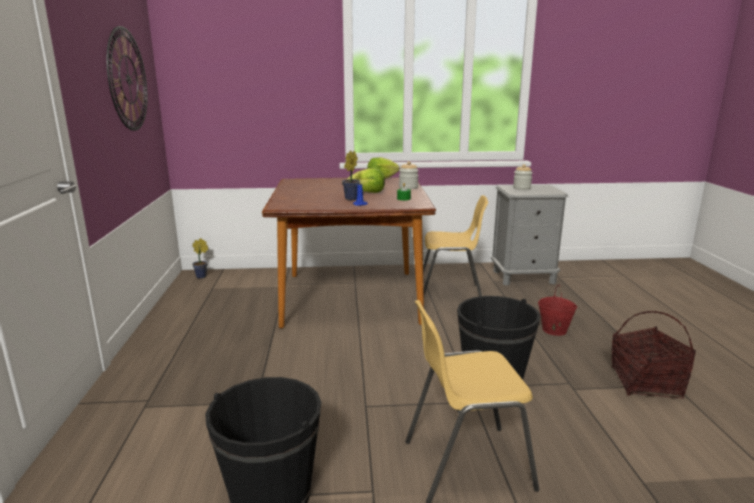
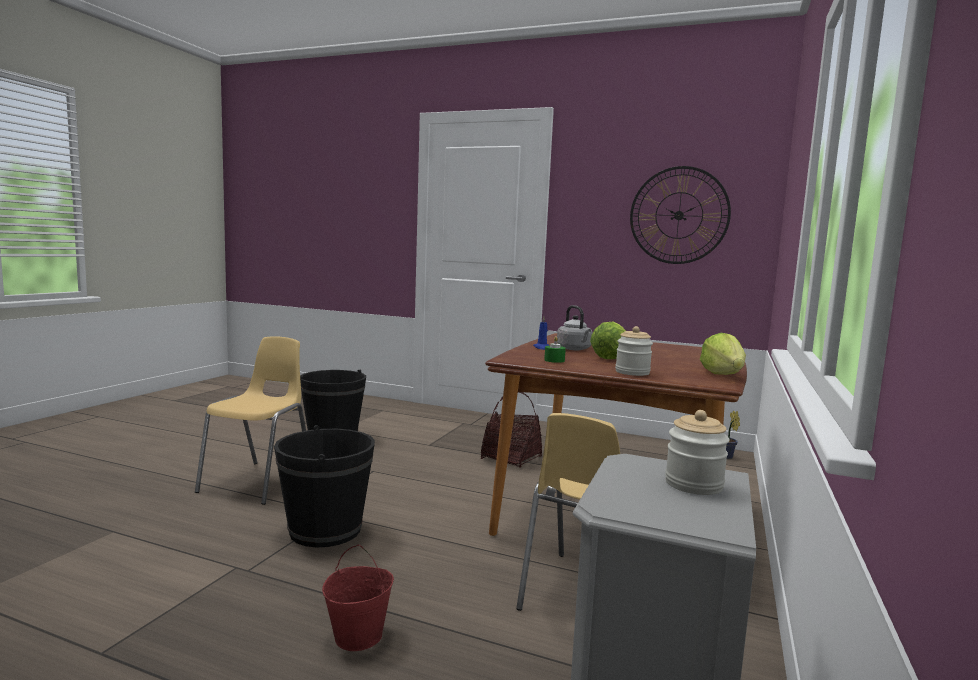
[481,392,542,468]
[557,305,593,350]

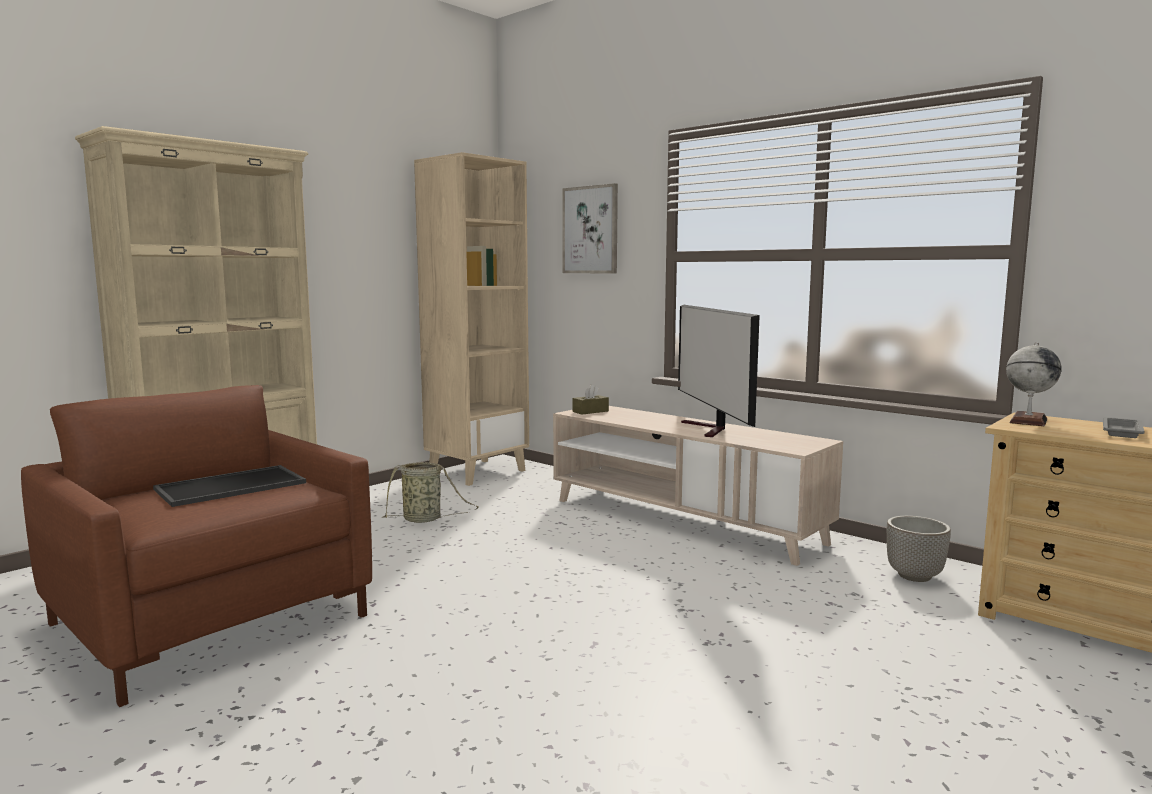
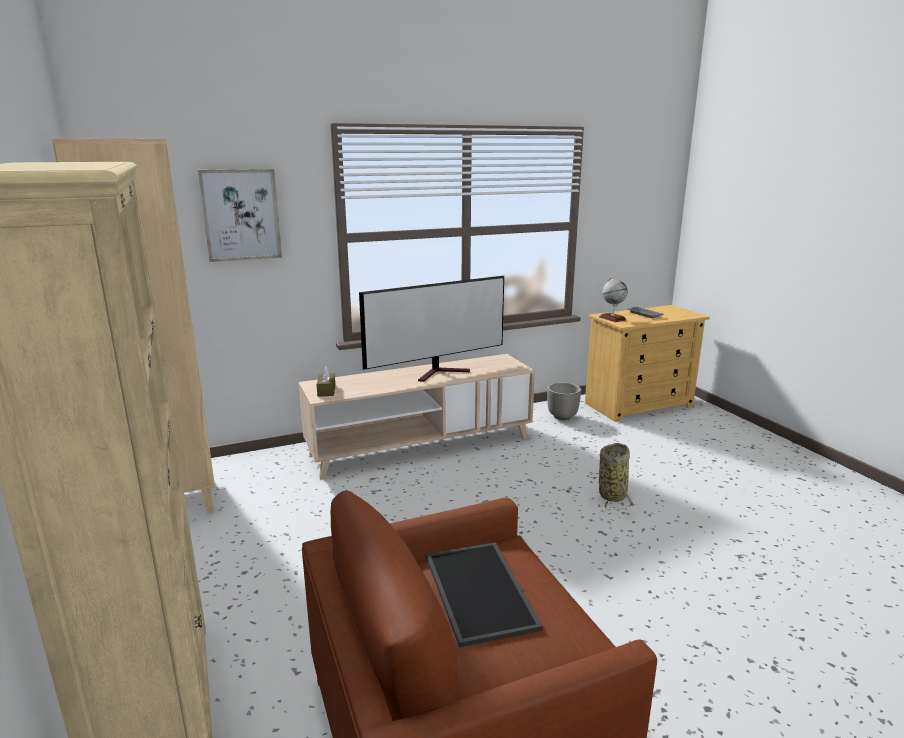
[359,276,504,382]
[599,443,634,510]

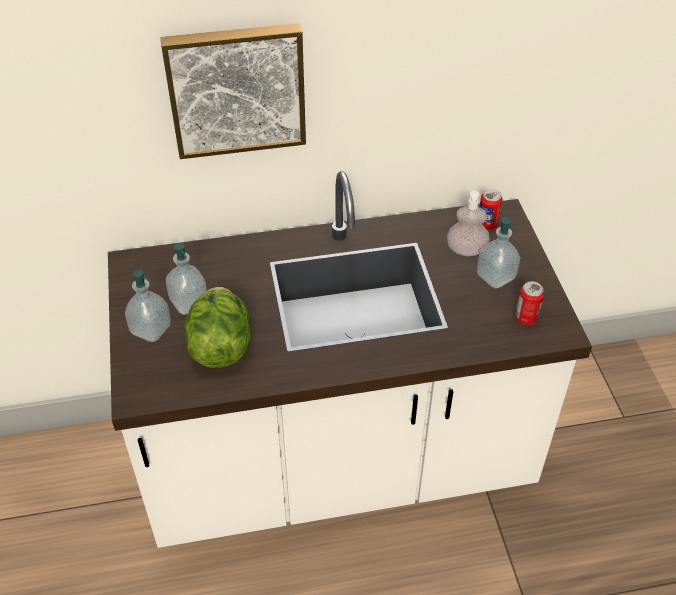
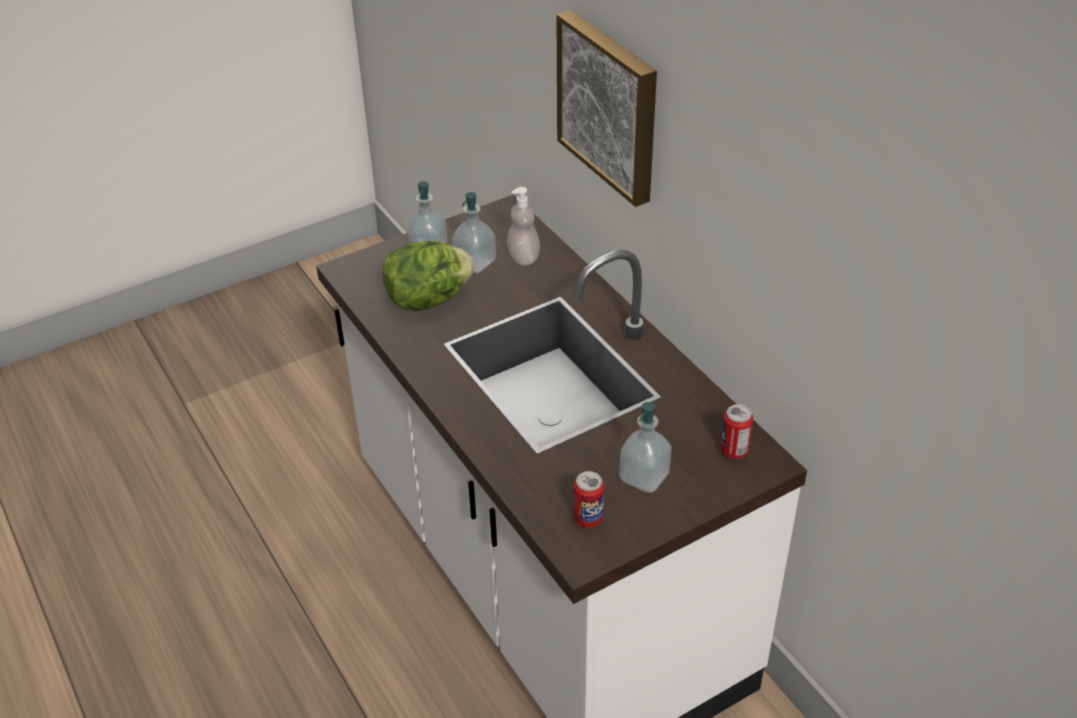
[507,187,540,266]

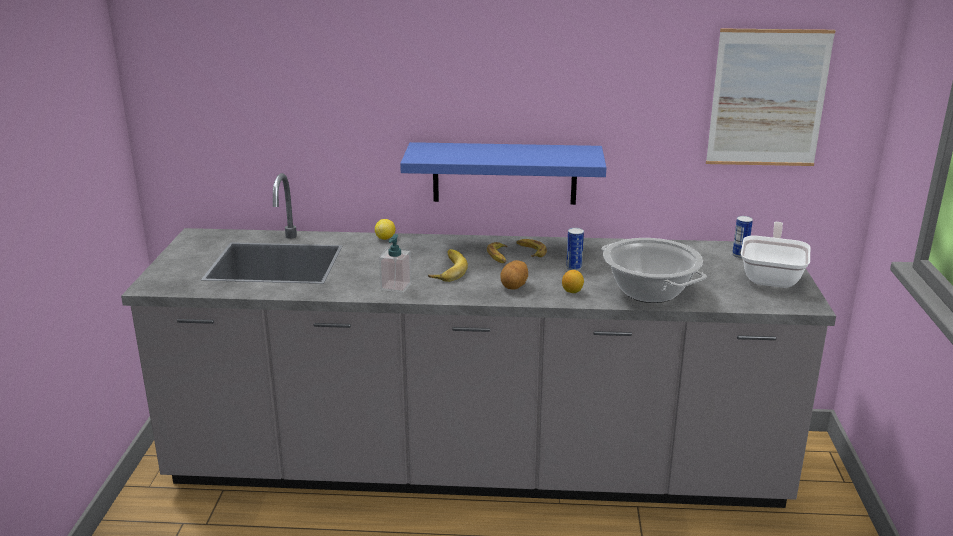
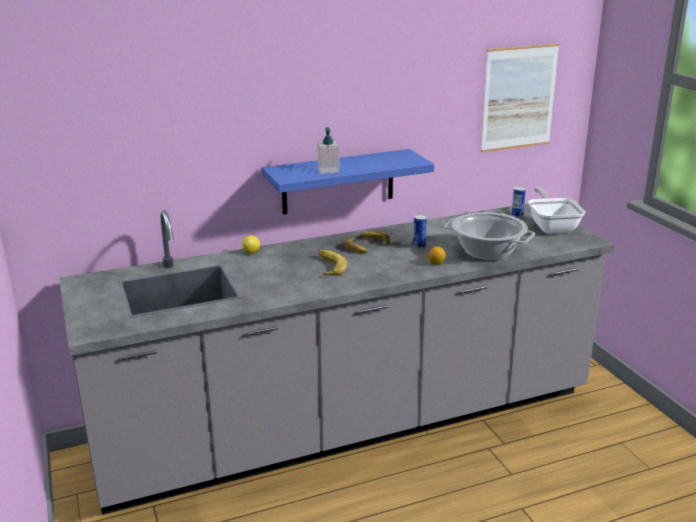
[317,127,340,174]
[500,260,528,290] (first image)

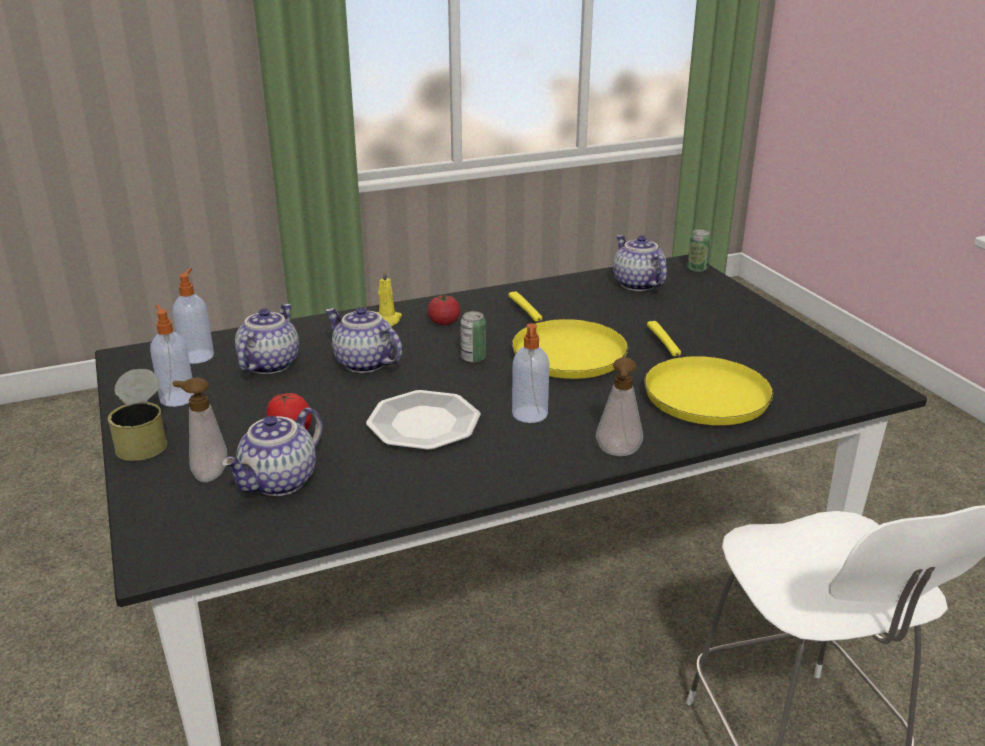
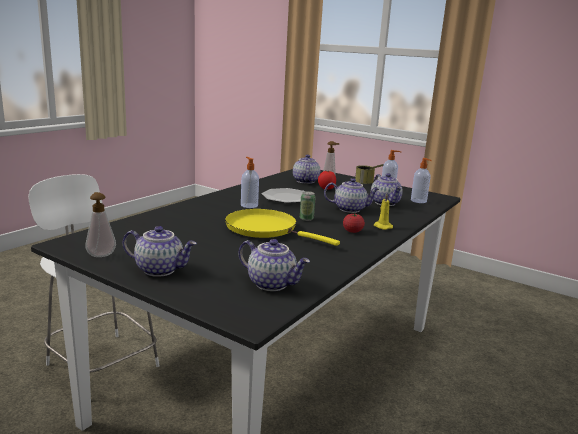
[85,192,116,257]
[123,226,197,277]
[644,321,773,425] (first image)
[687,229,712,272] (first image)

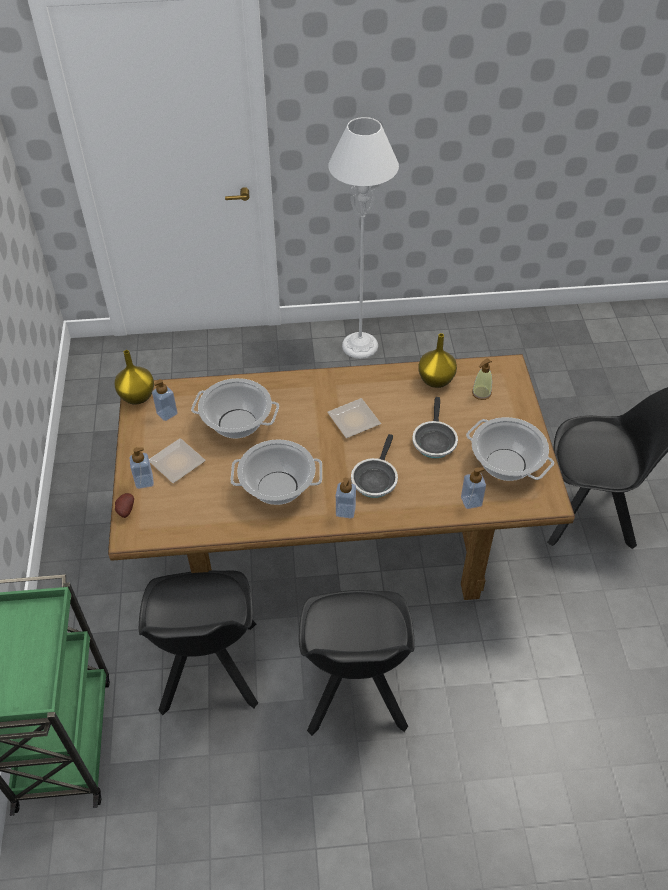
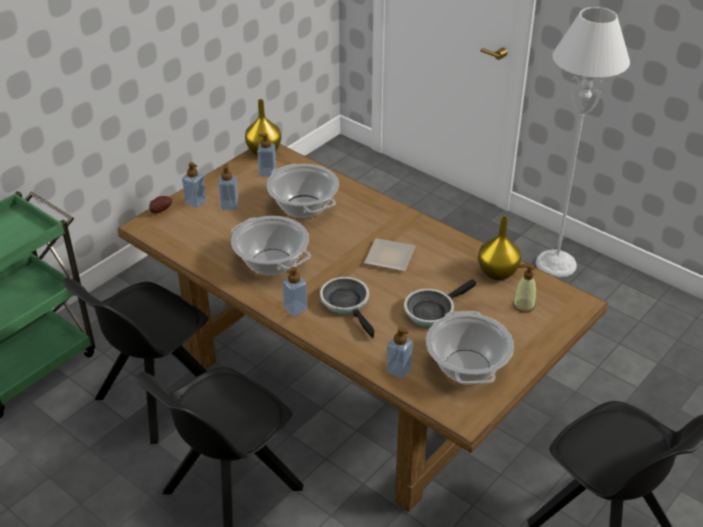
[218,163,238,210]
[320,277,375,338]

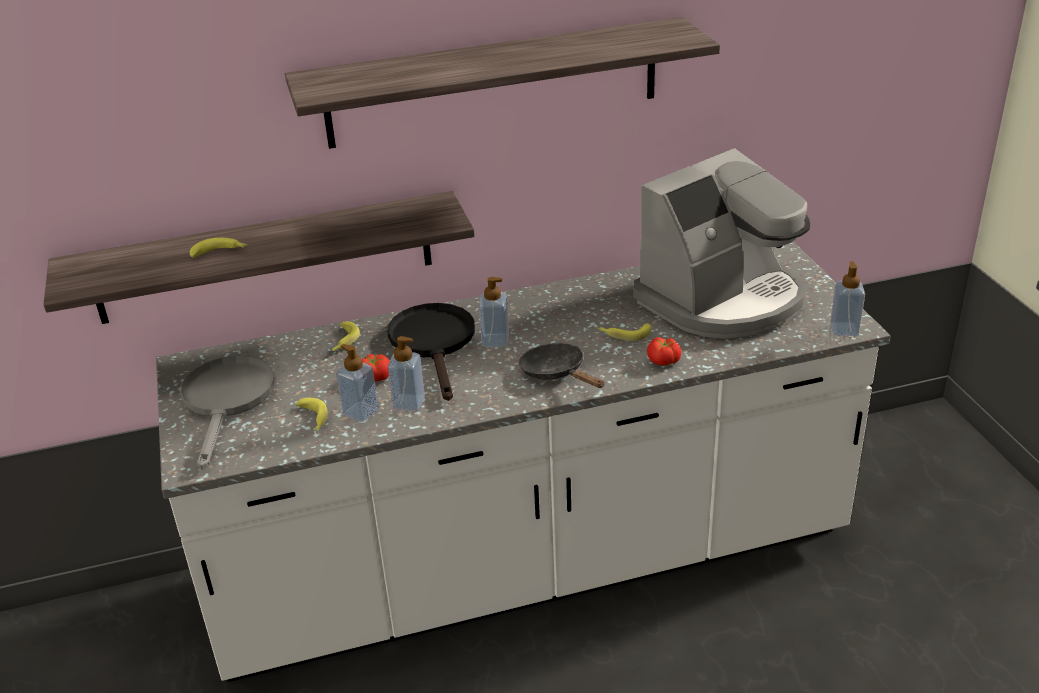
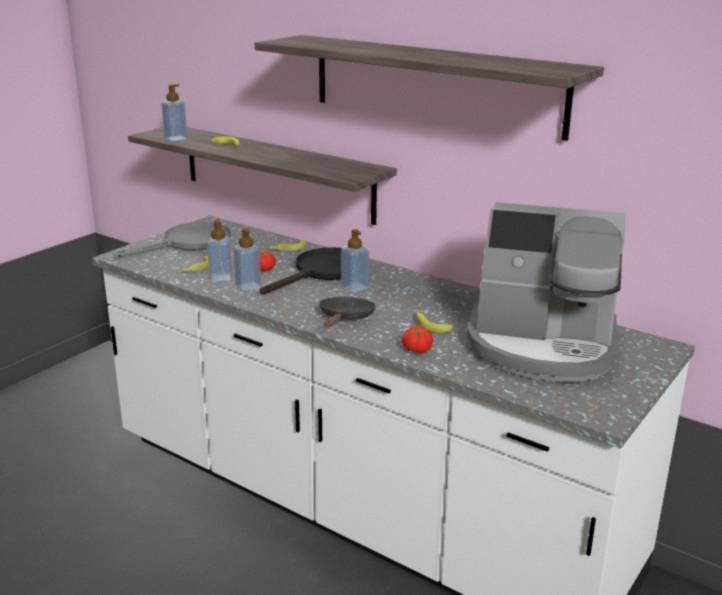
[161,84,187,141]

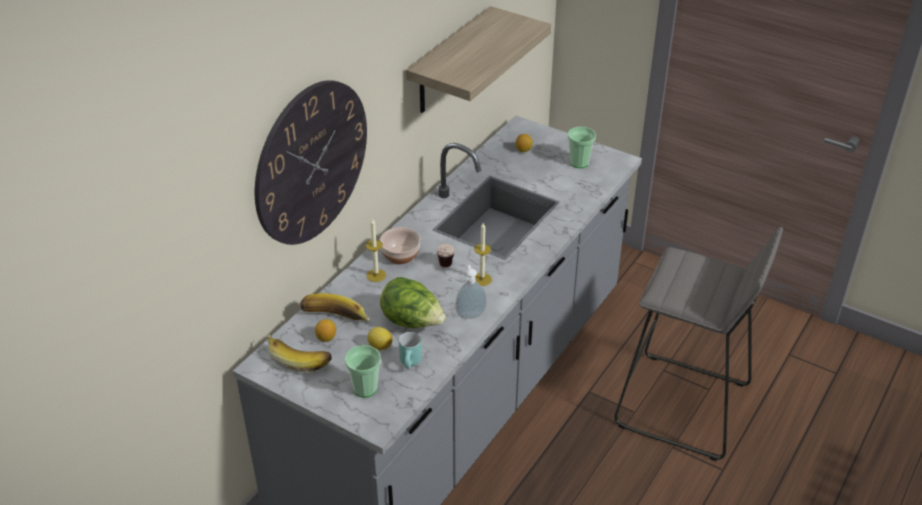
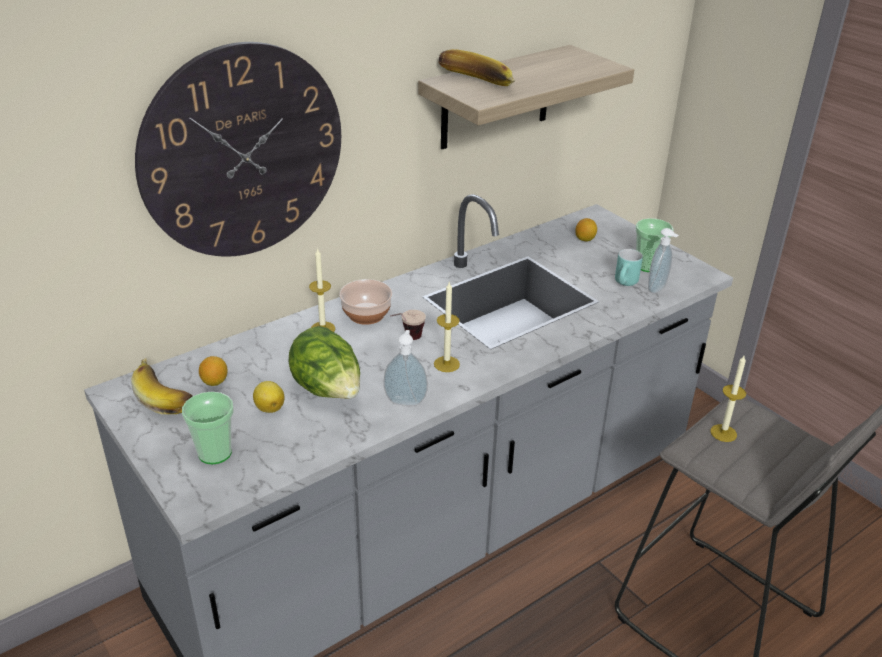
[438,49,516,86]
[615,249,643,286]
[648,228,679,294]
[710,356,746,442]

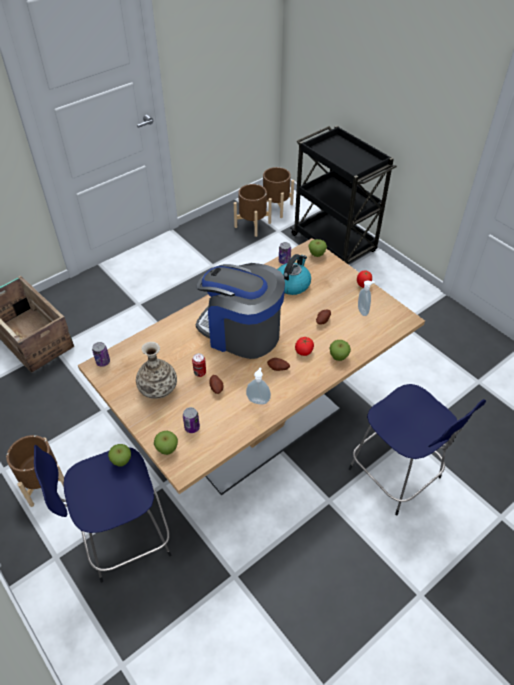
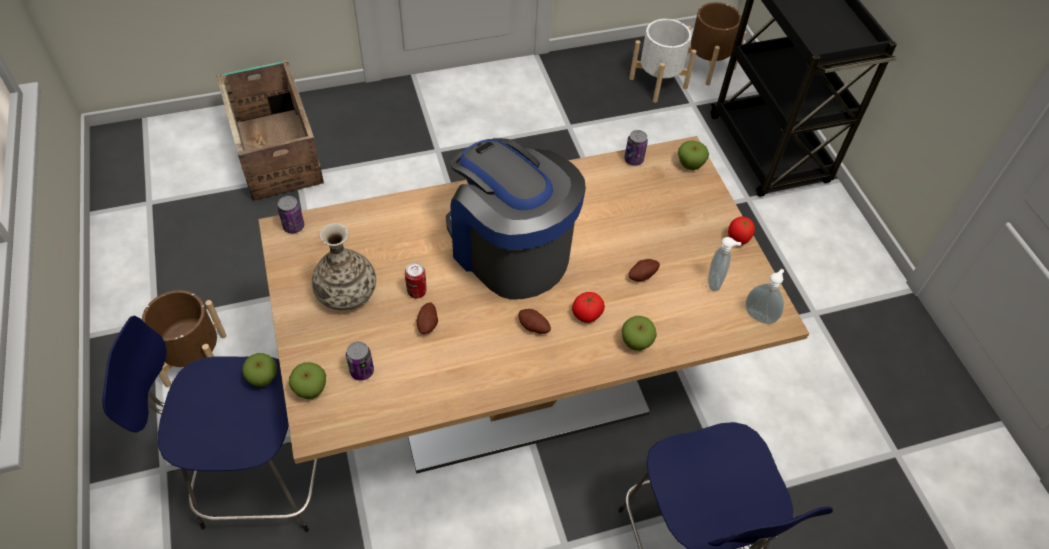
[629,19,697,103]
[746,269,784,324]
[277,254,311,295] (first image)

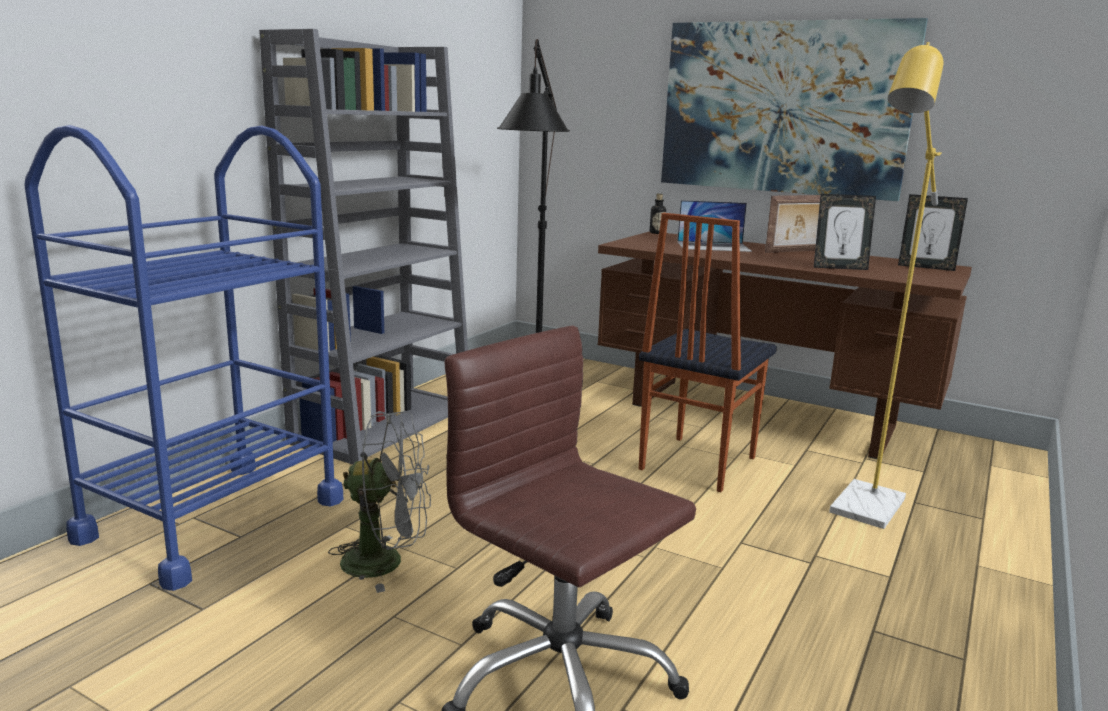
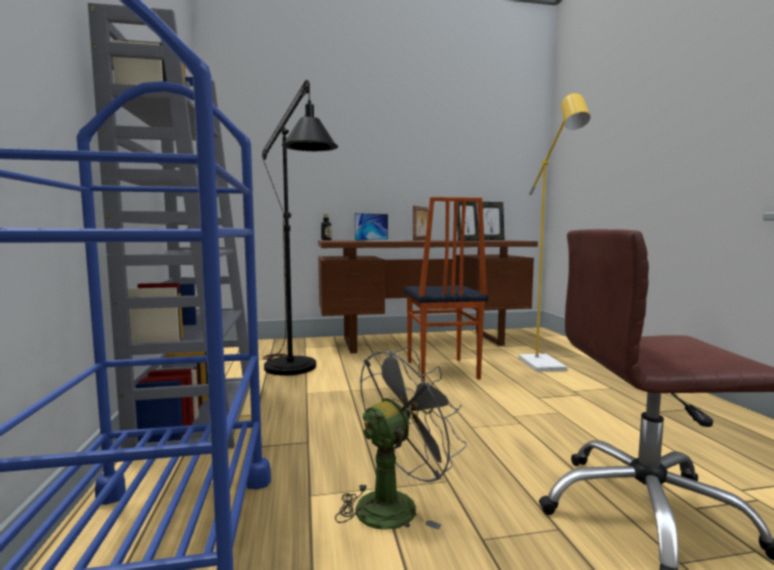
[661,18,928,201] (first image)

